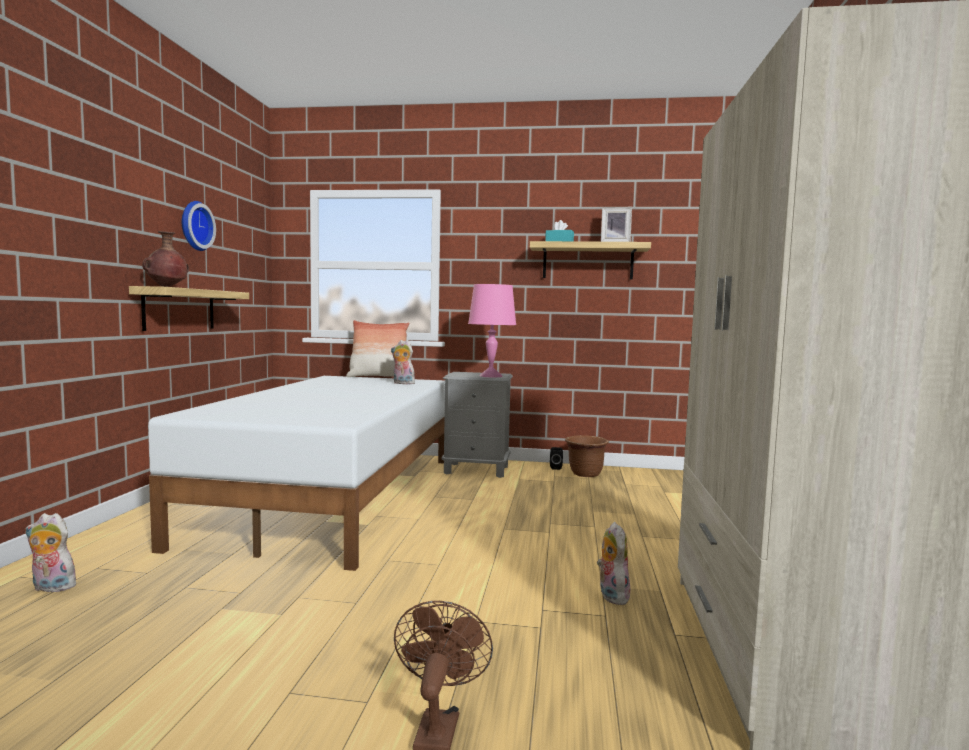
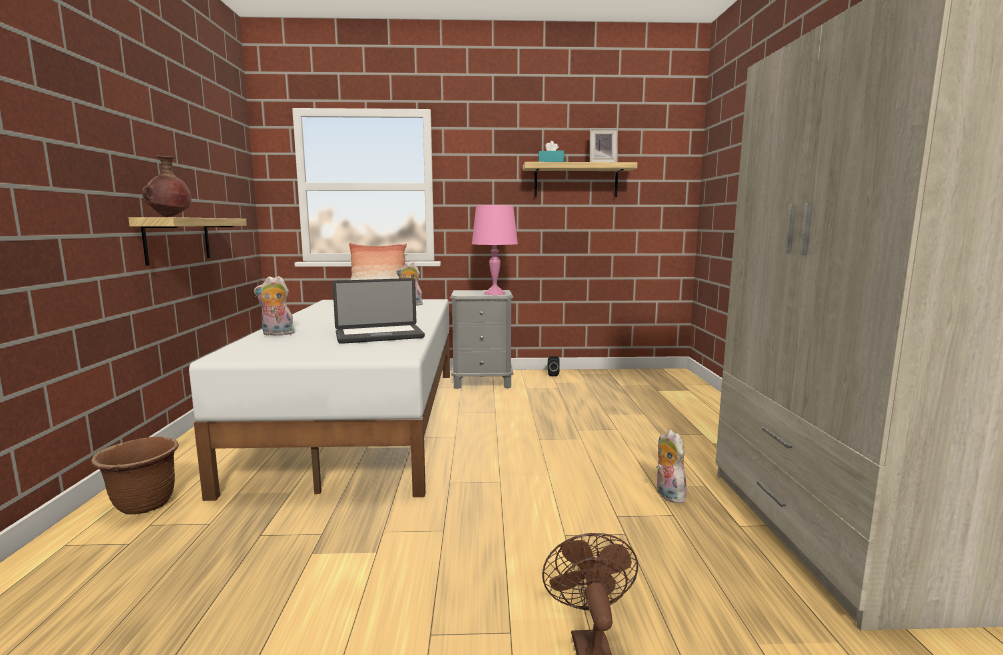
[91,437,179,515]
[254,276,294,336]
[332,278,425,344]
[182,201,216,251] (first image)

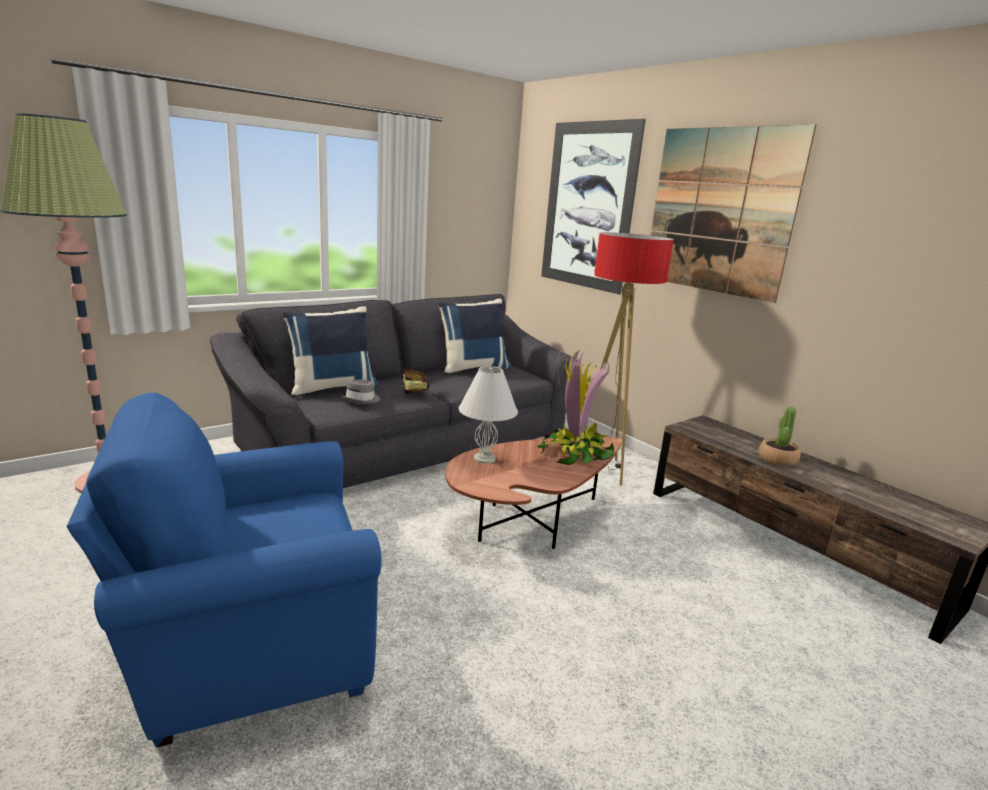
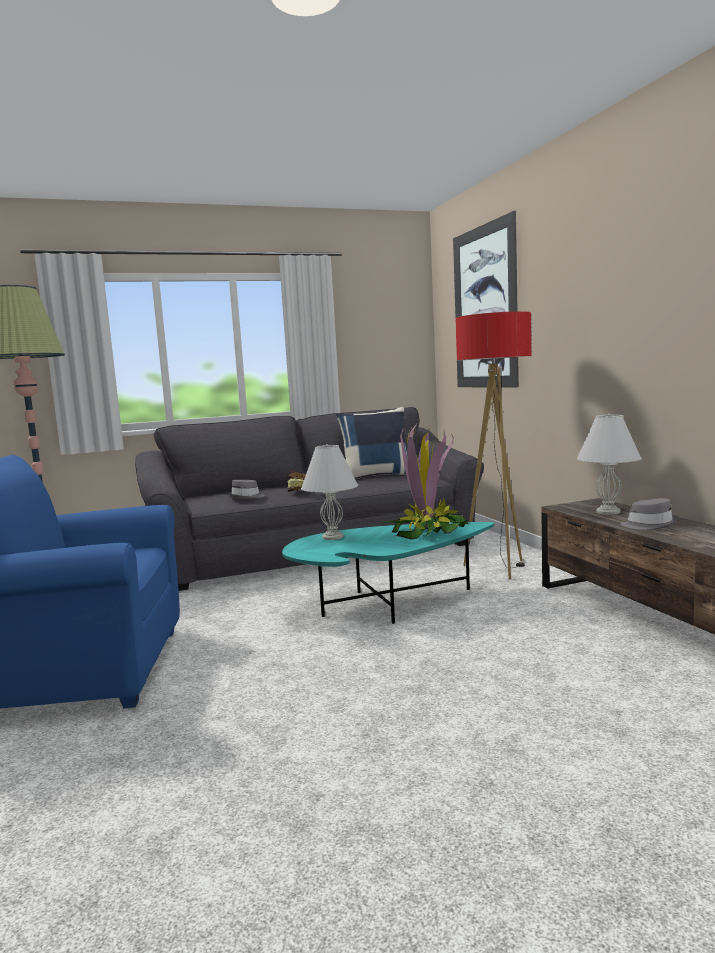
[282,522,494,624]
[577,413,642,515]
[621,498,678,530]
[282,306,379,397] (first image)
[651,124,817,303] (first image)

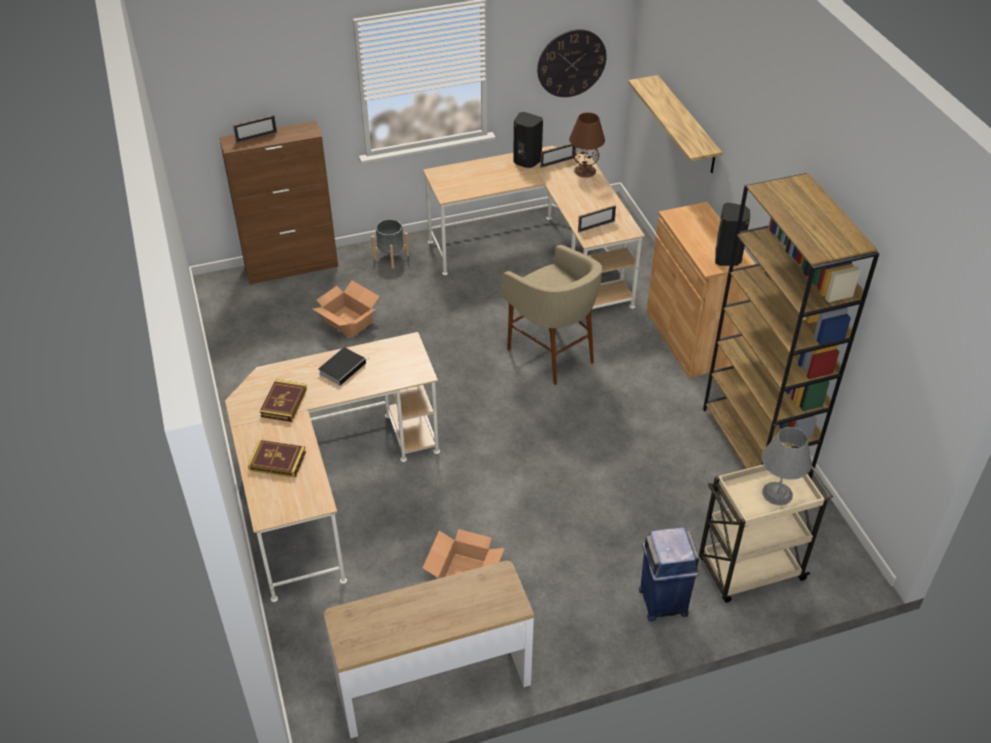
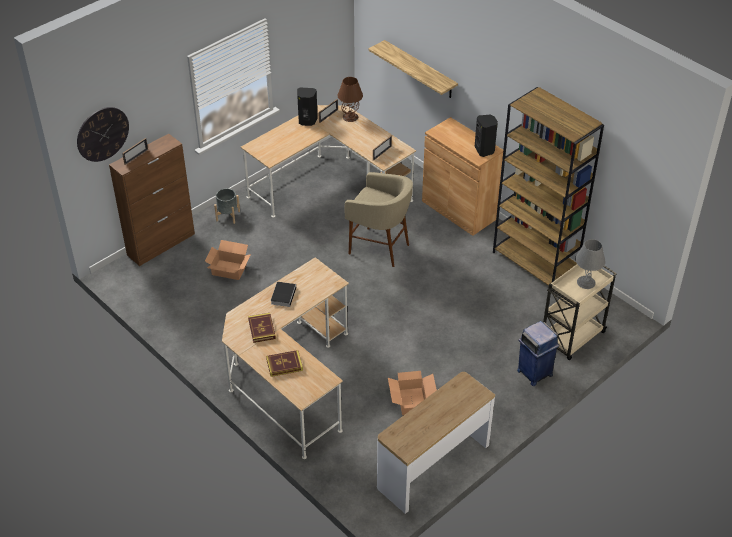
[77,107,129,162]

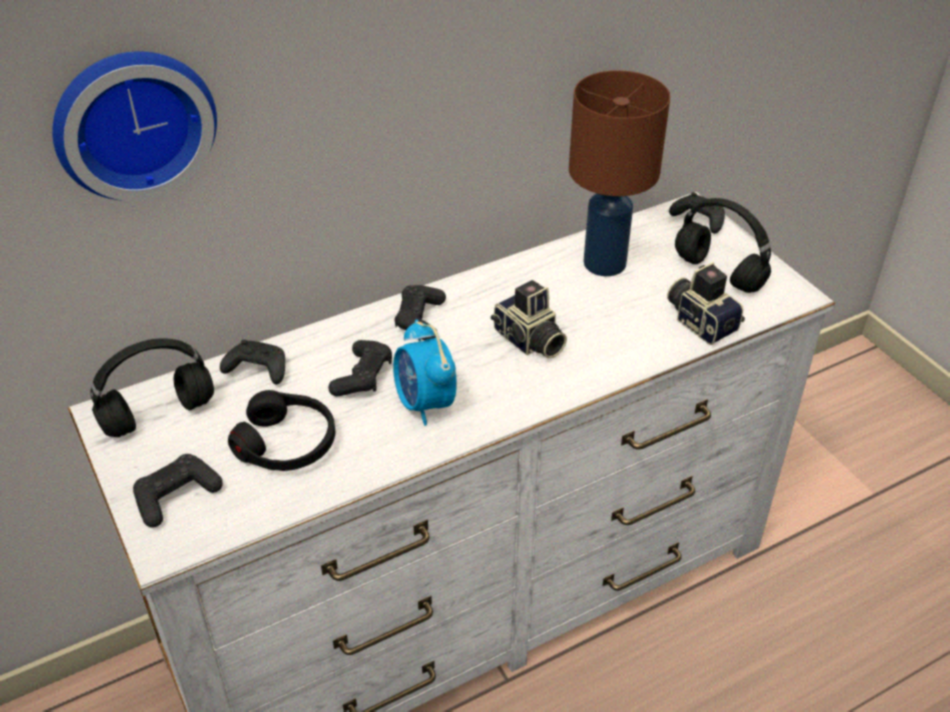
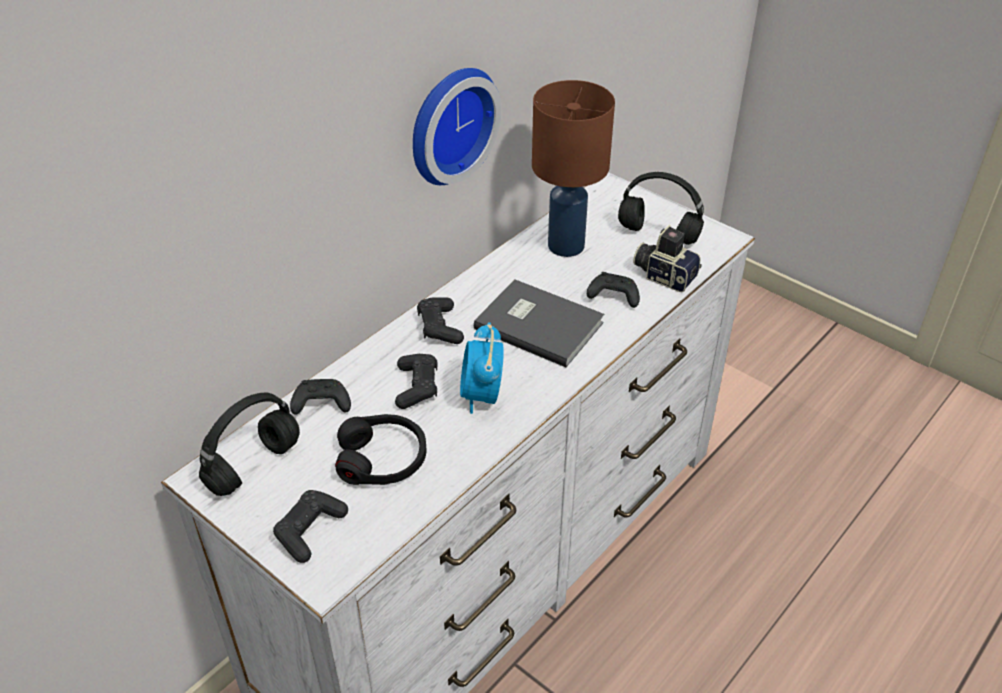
[413,68,502,185]
[460,322,504,414]
[474,279,604,367]
[587,272,640,308]

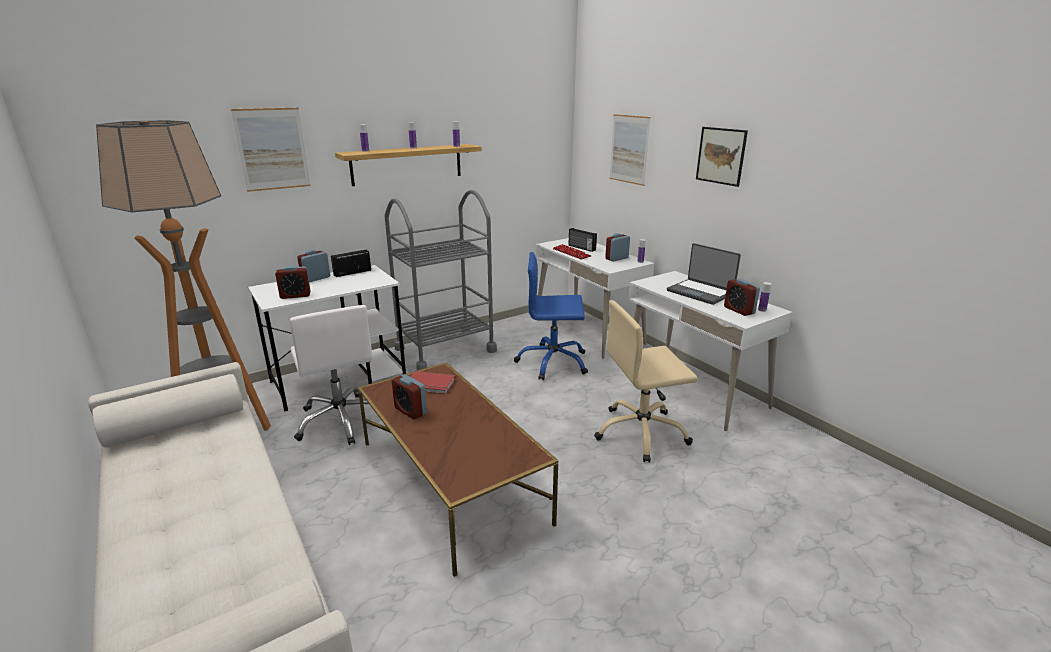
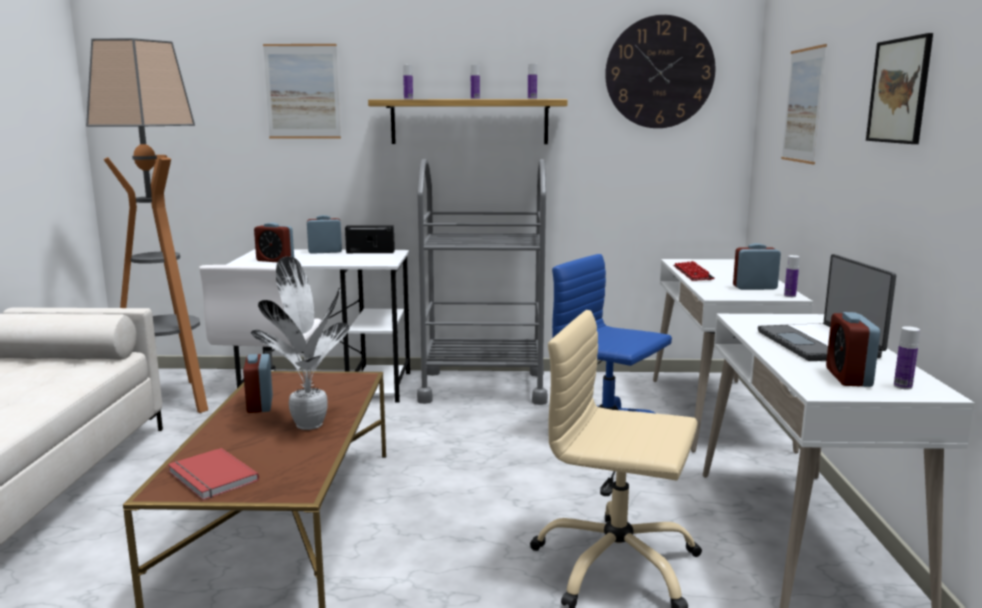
[168,448,259,500]
[251,256,350,430]
[605,15,715,128]
[568,228,597,252] (first image)

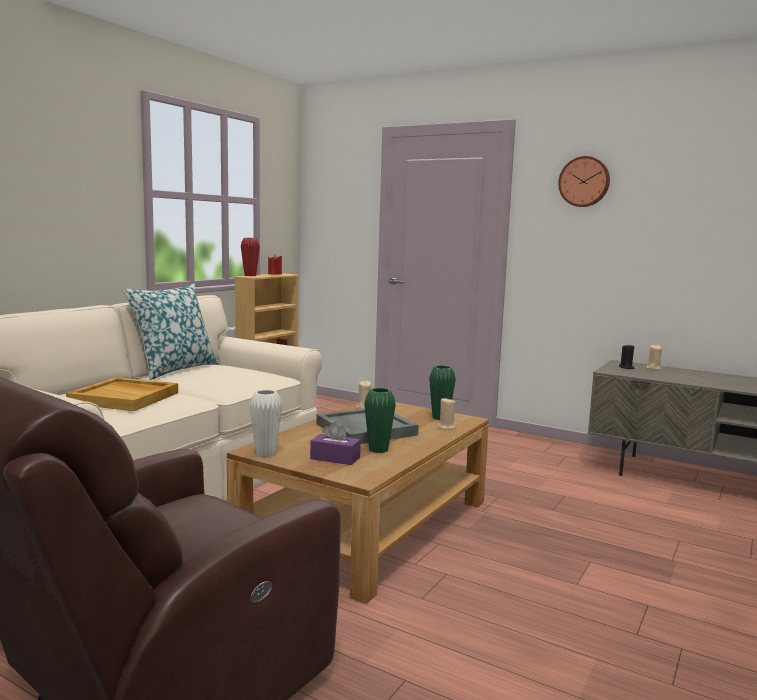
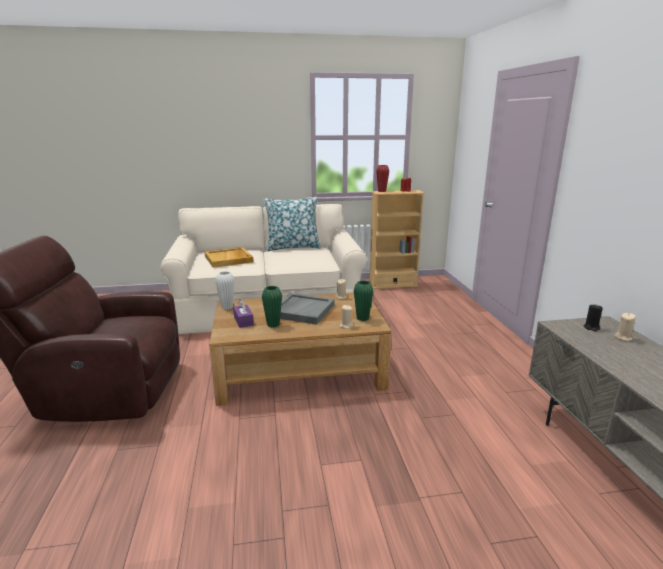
[558,156,610,207] (first image)

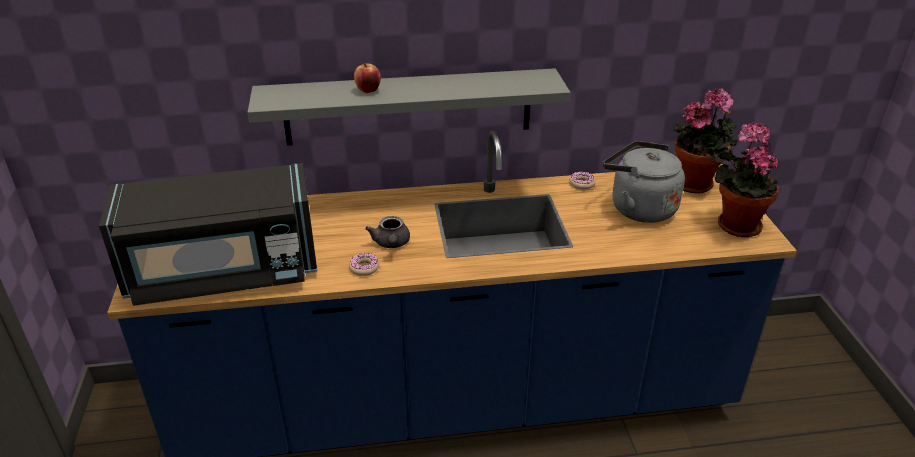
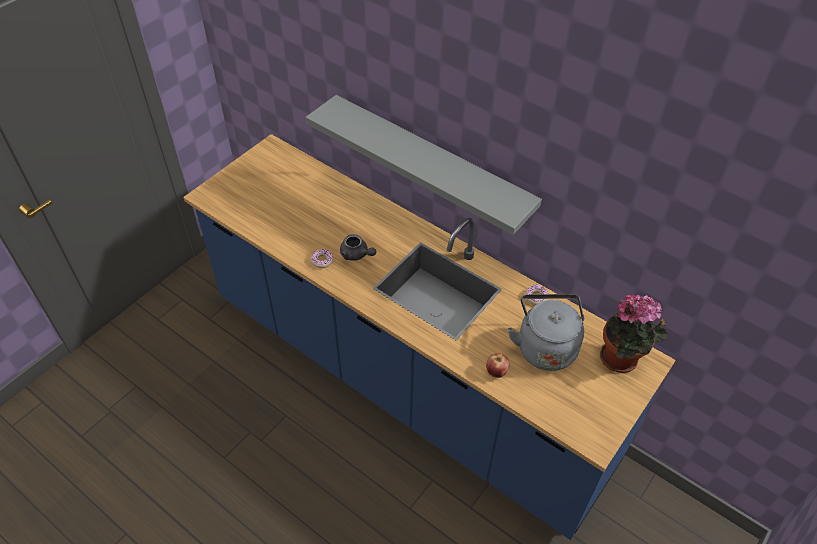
[340,234,376,261]
[486,353,509,378]
[99,163,317,306] (first image)
[715,122,779,238] (first image)

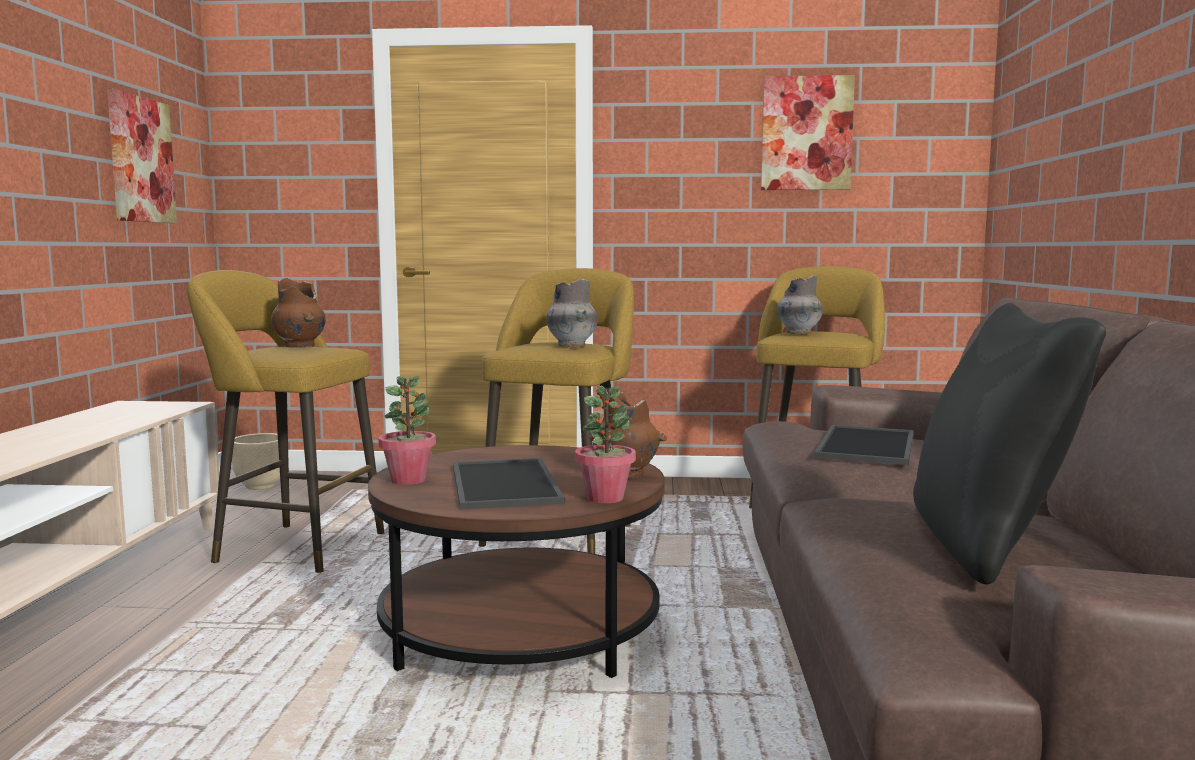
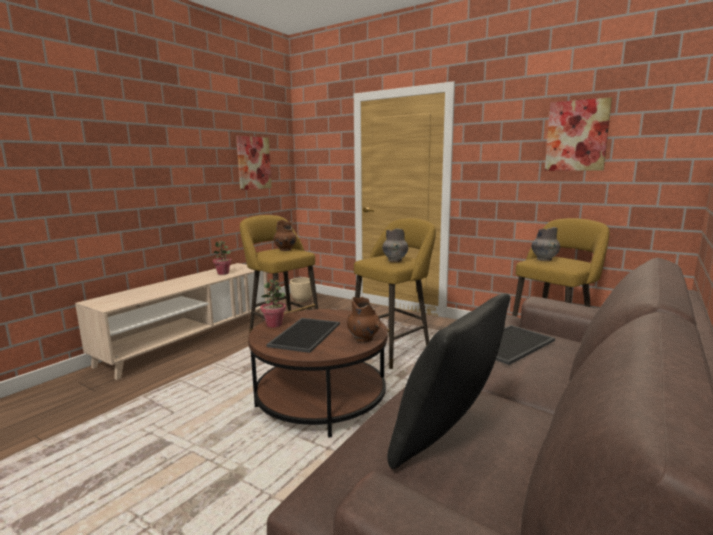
[213,241,232,275]

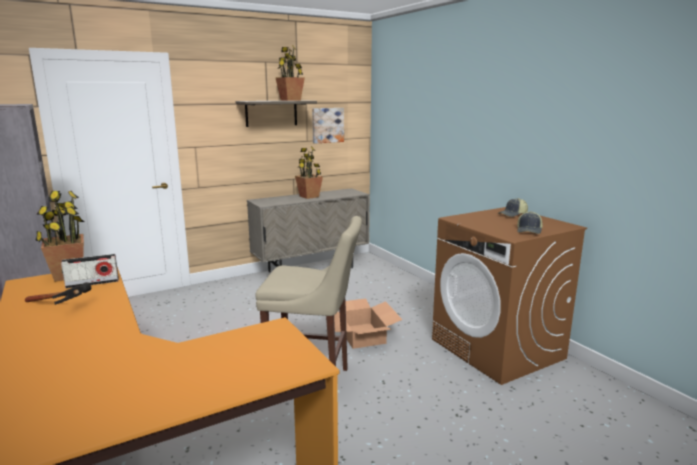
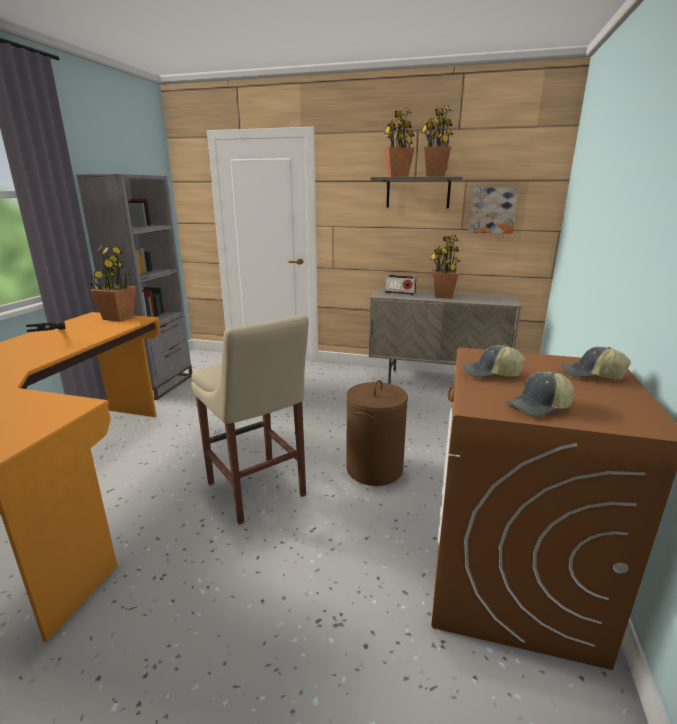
[346,380,408,486]
[384,107,415,177]
[385,275,416,295]
[462,345,525,378]

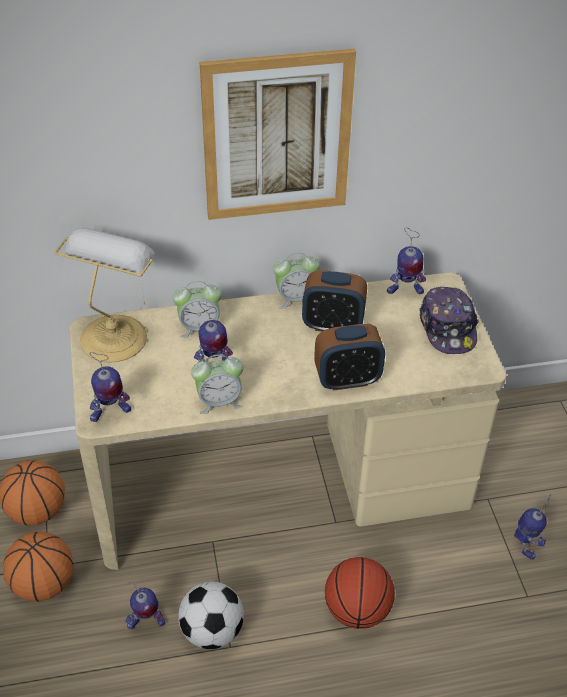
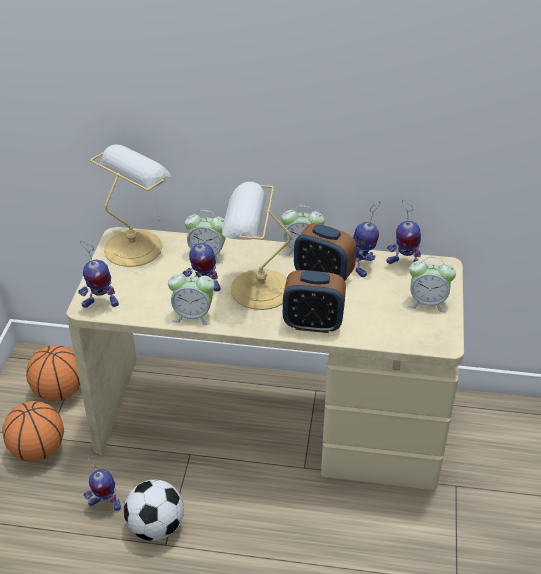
[222,182,292,310]
[353,202,380,277]
[408,257,456,312]
[200,49,356,220] (first image)
[325,557,395,629] (first image)

